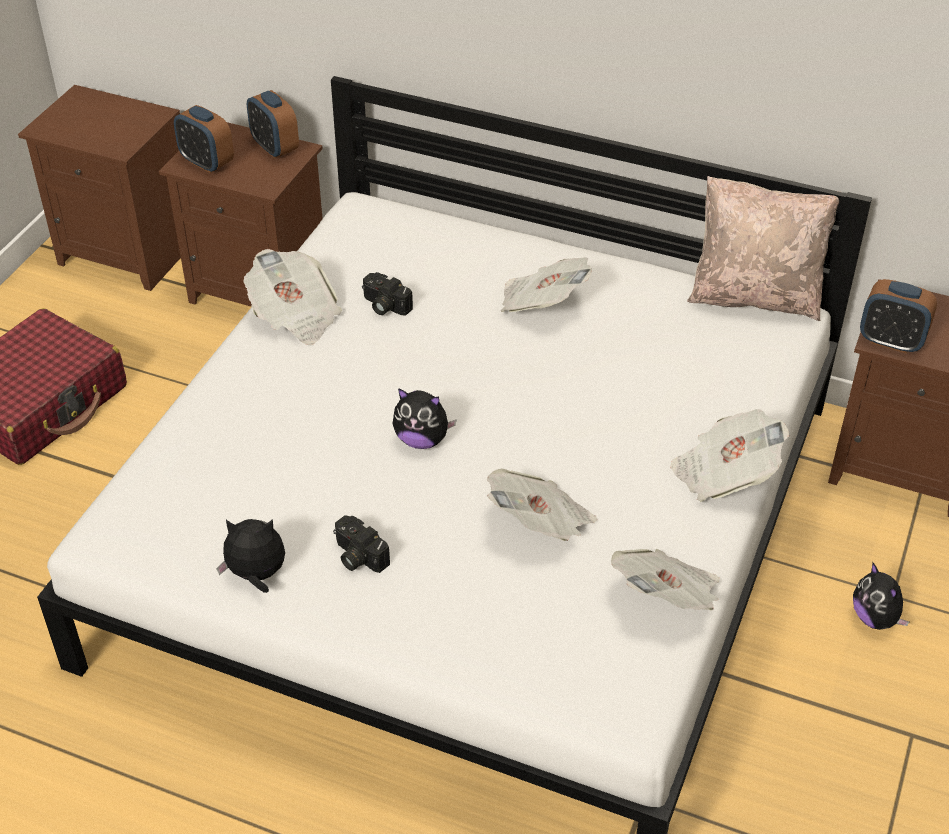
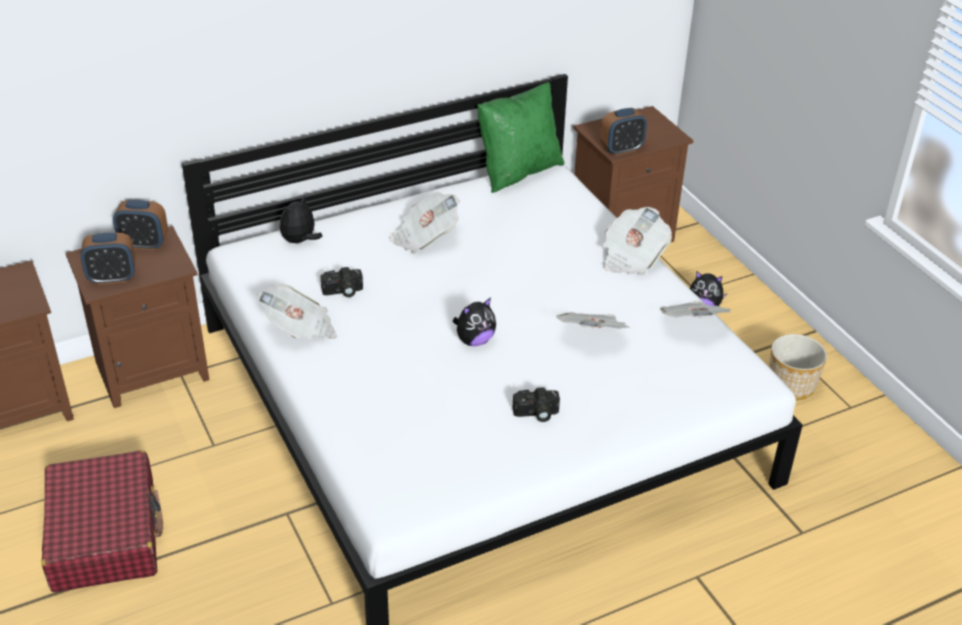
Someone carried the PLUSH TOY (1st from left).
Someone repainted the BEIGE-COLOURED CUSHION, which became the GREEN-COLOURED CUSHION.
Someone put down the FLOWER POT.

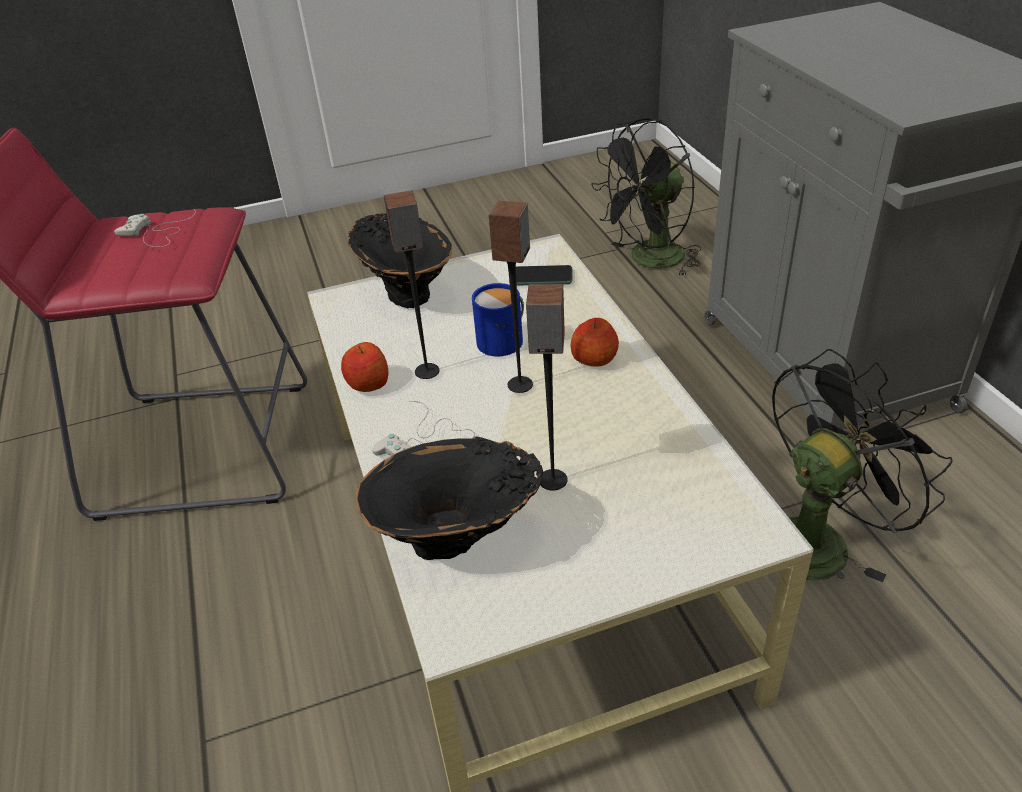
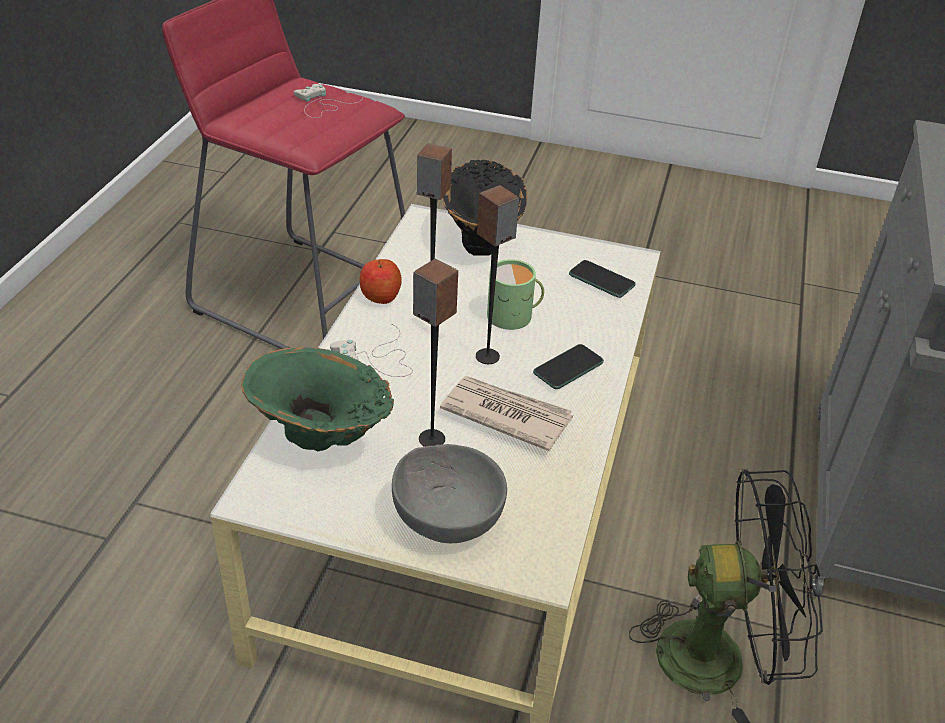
Someone repainted the BLACK FLOWER VASE (2nd from left), which became the GREEN-COLOURED FLOWER VASE.
Someone put down the GREYISH BOWL.
Someone put down the PRINTED PAPER.
Someone repainted the BLUISH MUG, which became the GREEN-COLOURED MUG.
Someone swapped the APPLE (2nd from left) for the HANDSET (1st from left).
Someone took away the BLACK FAN (1st from left).

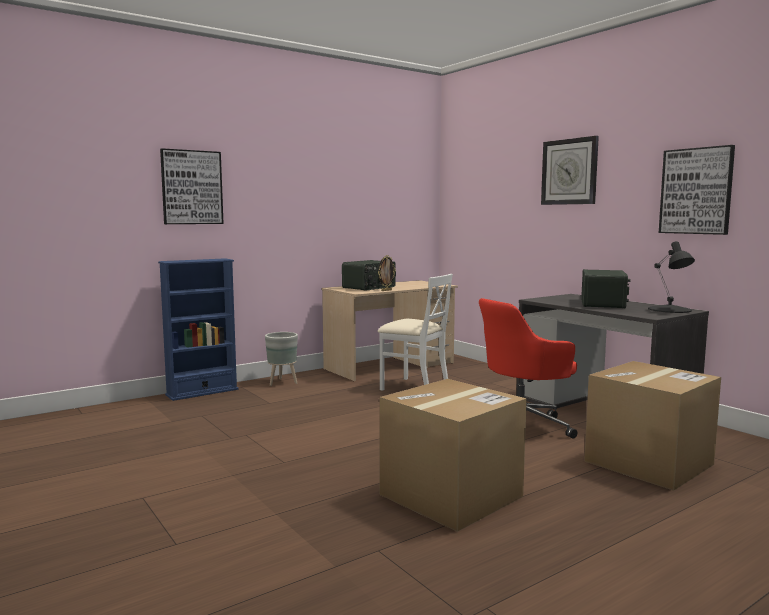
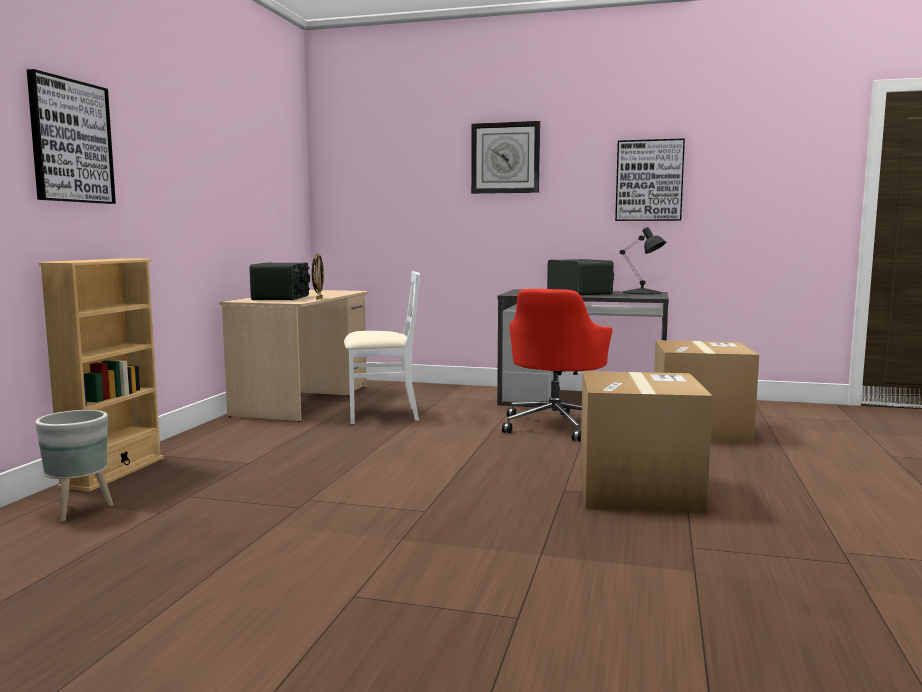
Someone carried the GREYISH FLOWER POT.
Someone repainted the BLUISH BOOKCASE, which became the BEIGE-COLOURED BOOKCASE.

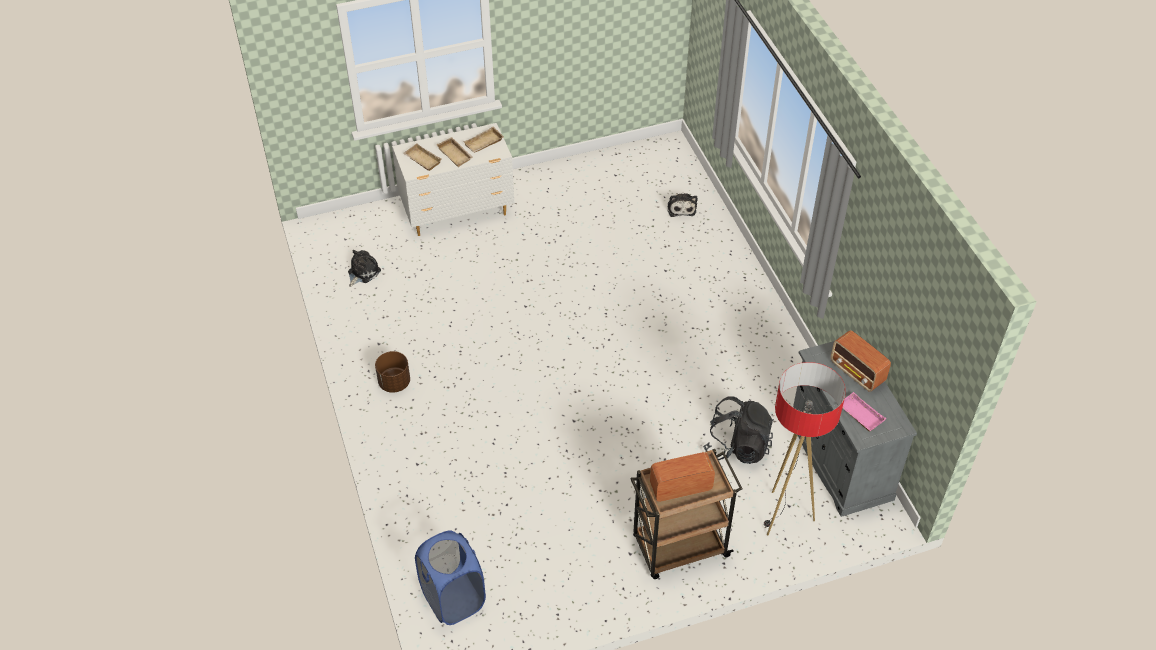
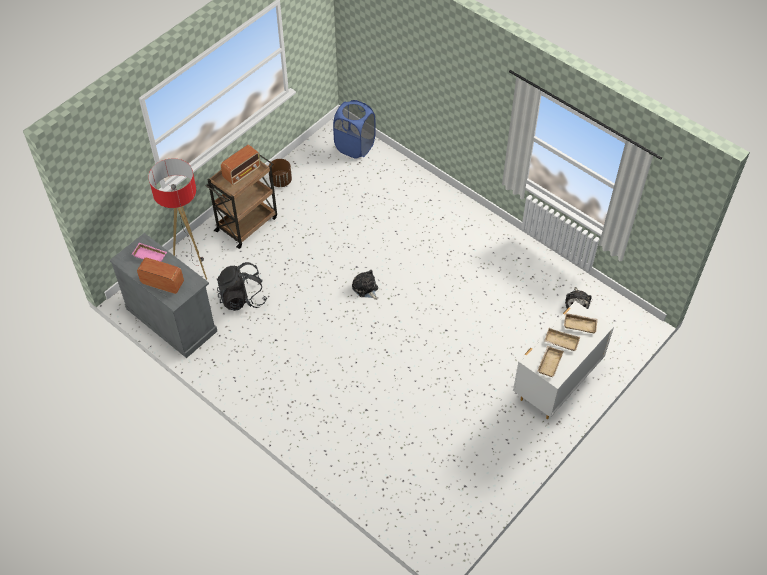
Someone carried the BROWNISH FLOWER POT.
Someone carried the PLUSH TOY (2nd from left in the first image).

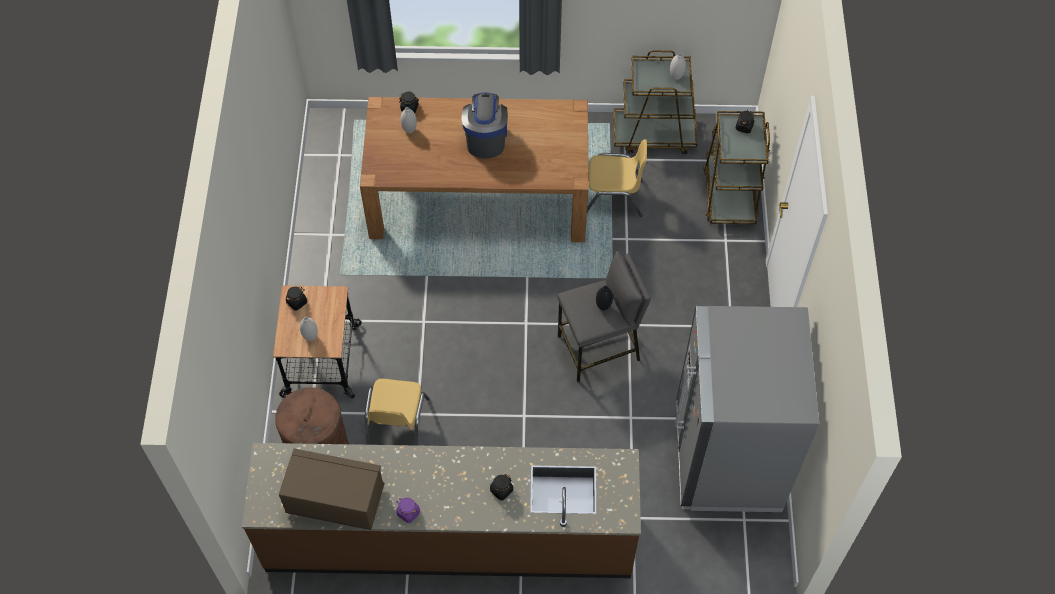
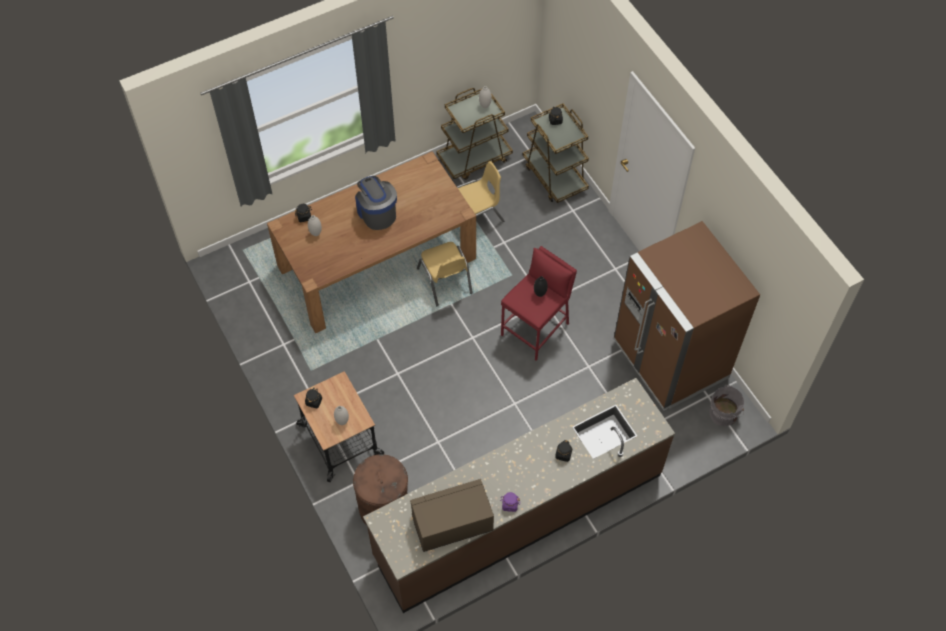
Someone carried the YELLOW CHAIR (1st from left).
Someone repainted the GREYISH STOOL SEAT, which became the RED-COLOURED STOOL SEAT.
Someone repainted the GREYISH FRIDGE, which became the BROWNISH FRIDGE.
Someone put down the GREYISH WATER BUCKET.

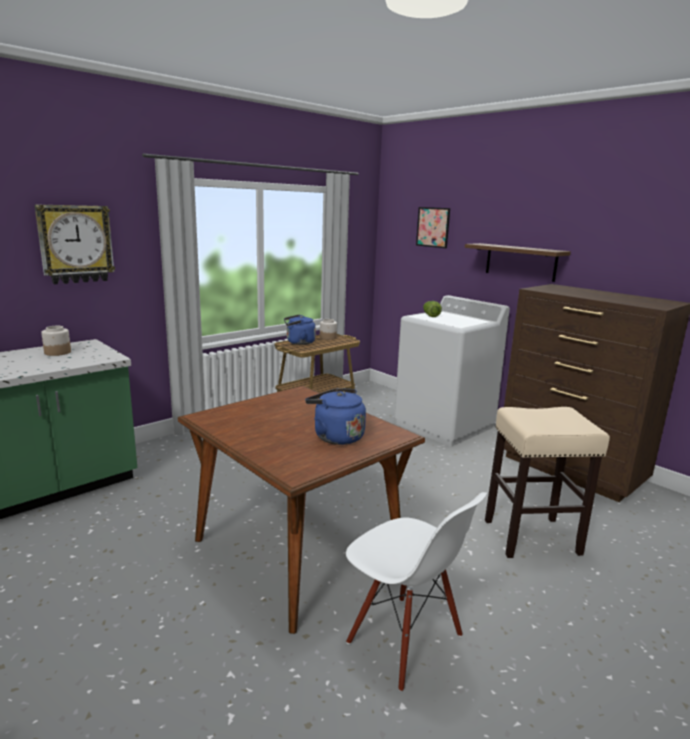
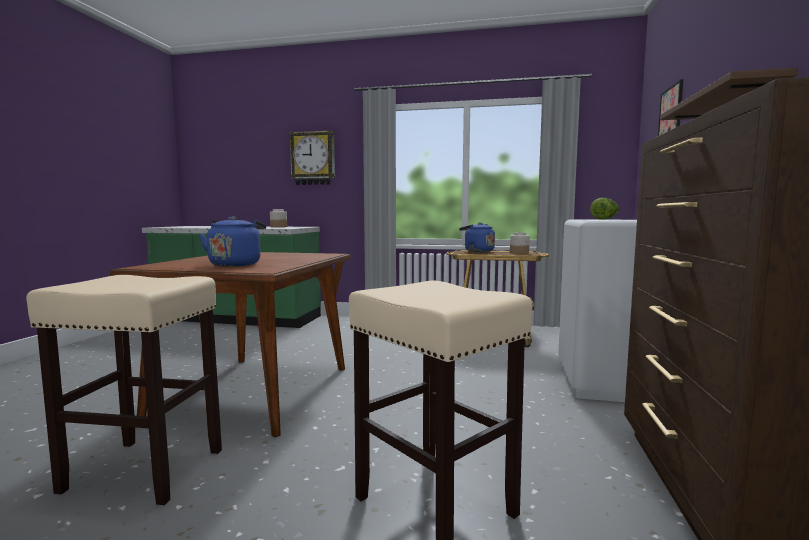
Someone swapped the WHITE-COLOURED CHAIR for the BEIGE-COLOURED STOOL SEAT (1st from left).

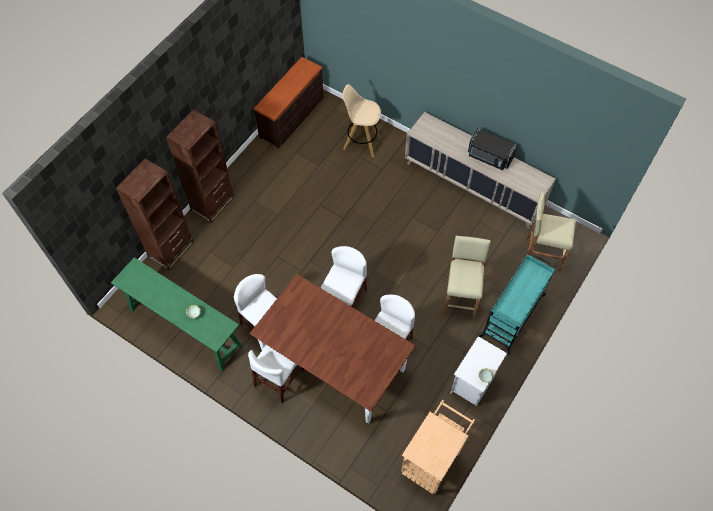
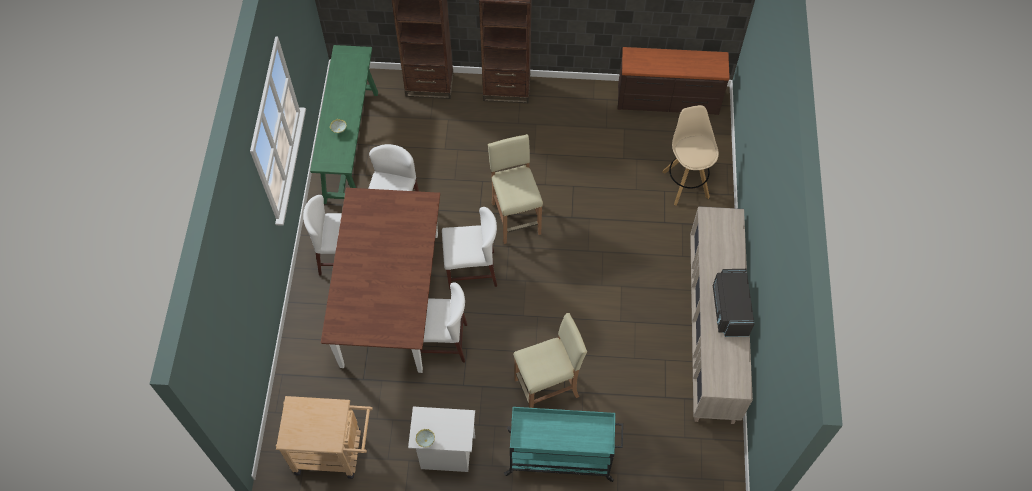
Someone carried the BEIGE-COLOURED STOOL SEAT (3rd from left in the first image).

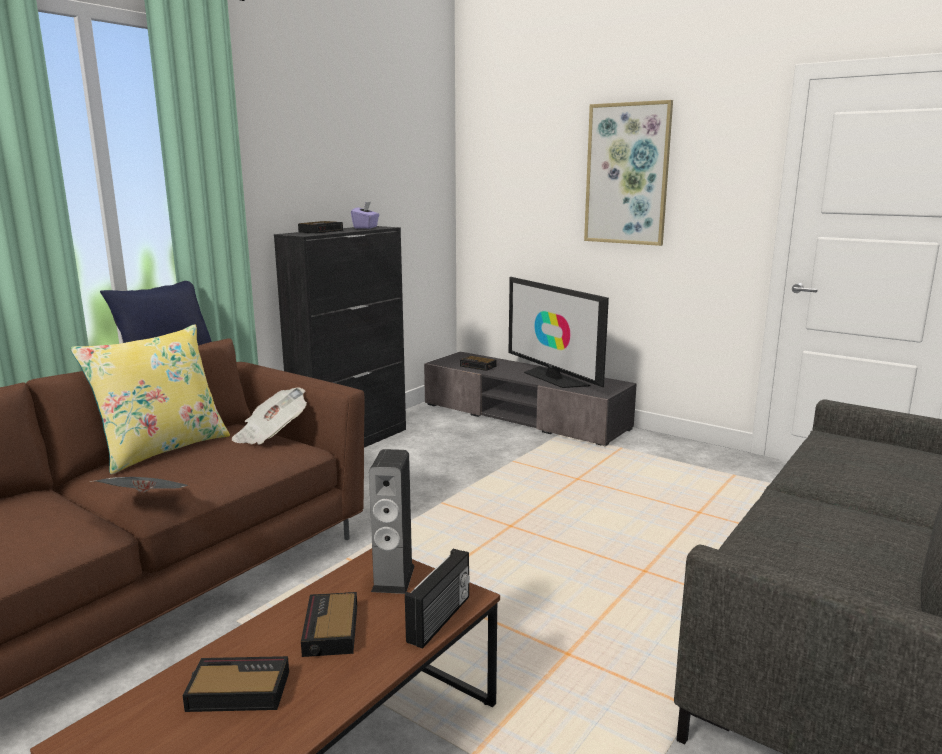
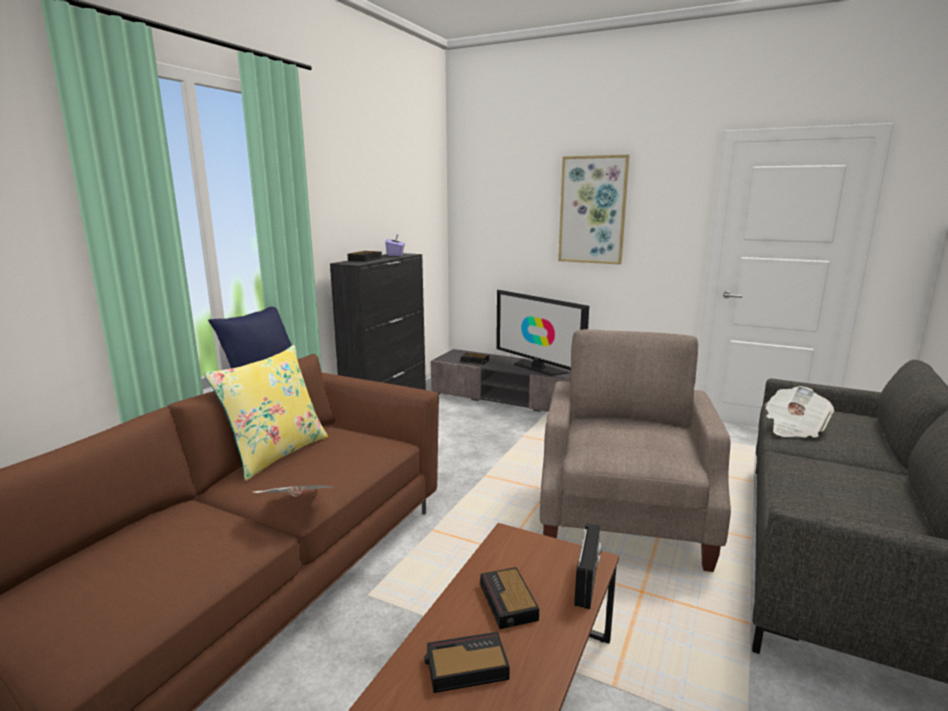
Someone put down the BEIGE-COLOURED EASY CHAIR.
Someone carried the PRINTED PAPER (2nd from left).
Someone took away the AUDIO SPEAKER.

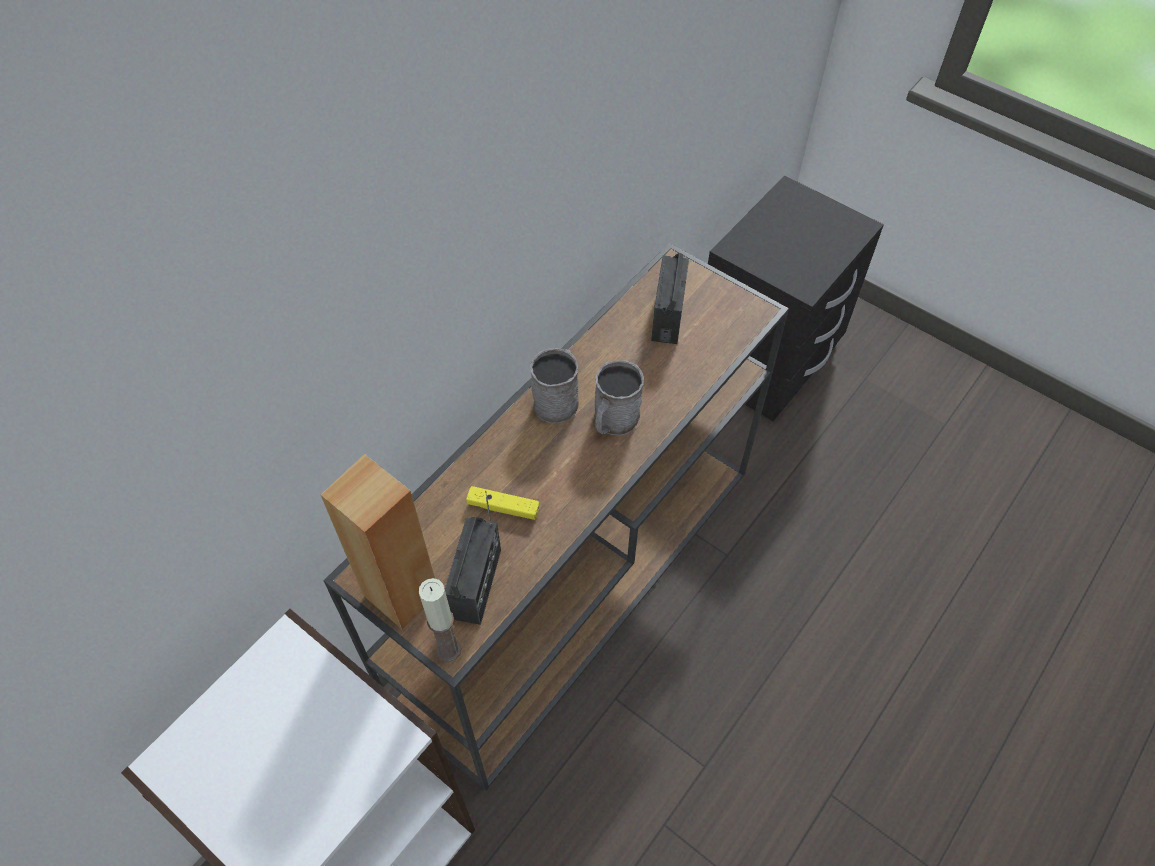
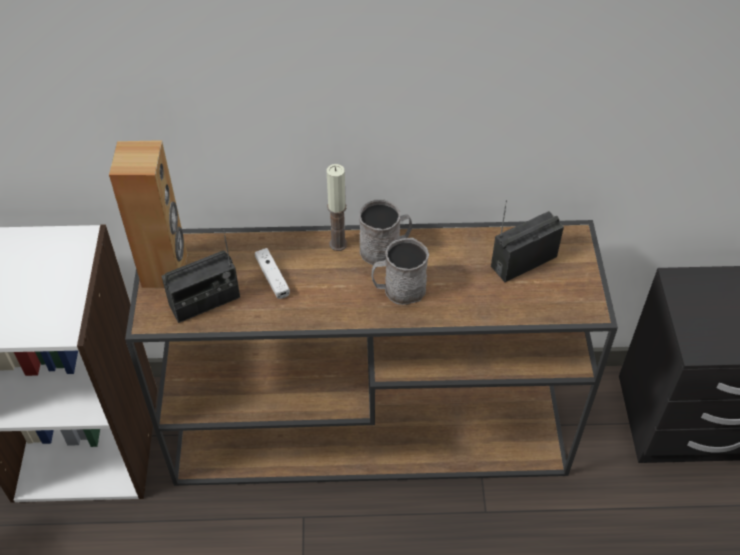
Someone repainted the YELLOW JOYPAD, which became the WHITE-COLOURED JOYPAD.
Someone carried the CANDLE.

